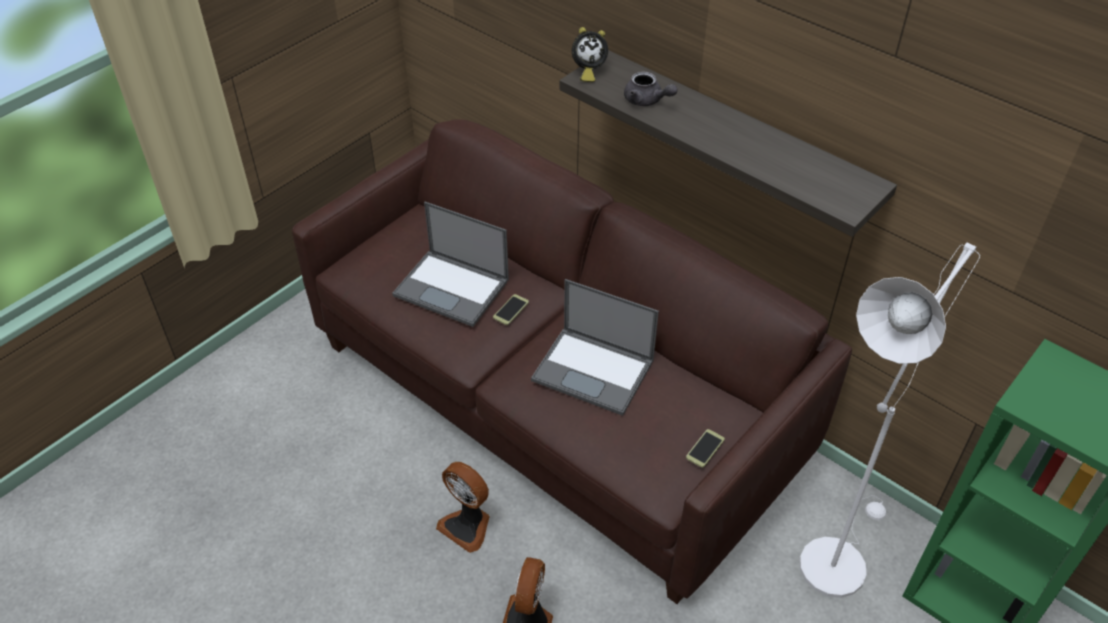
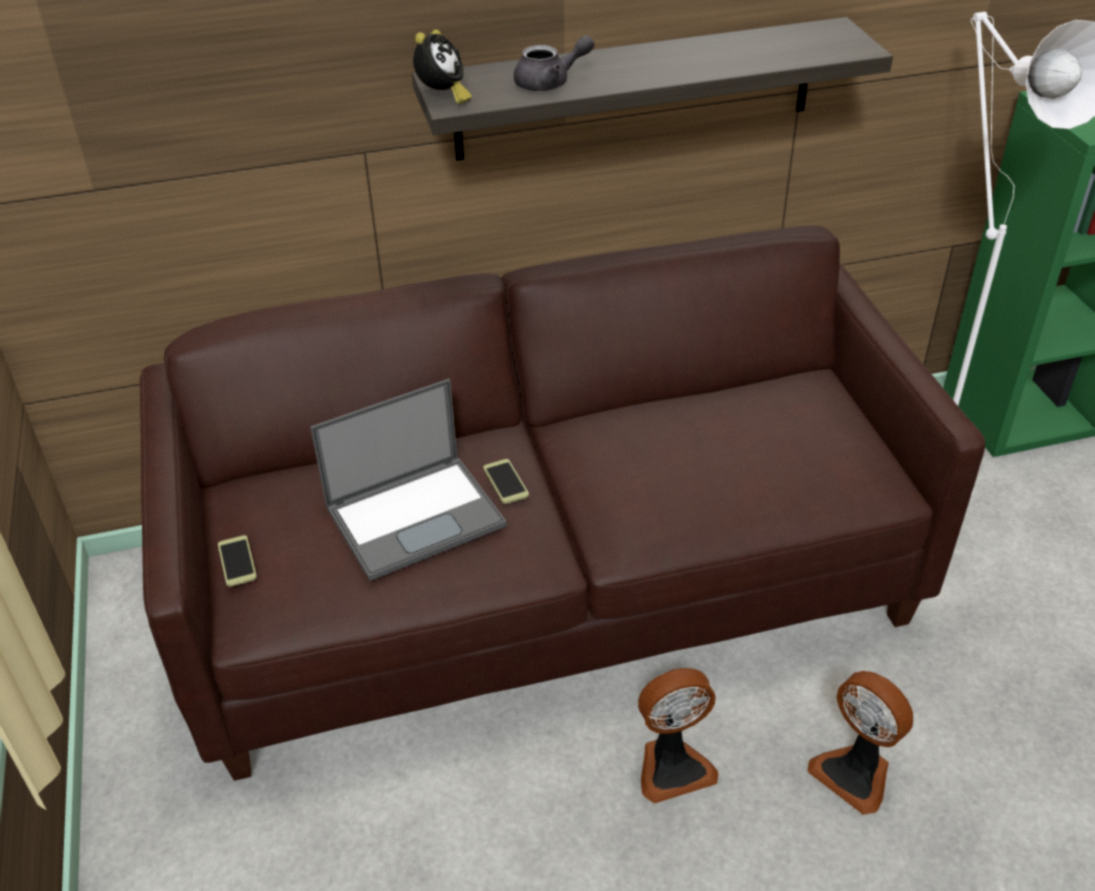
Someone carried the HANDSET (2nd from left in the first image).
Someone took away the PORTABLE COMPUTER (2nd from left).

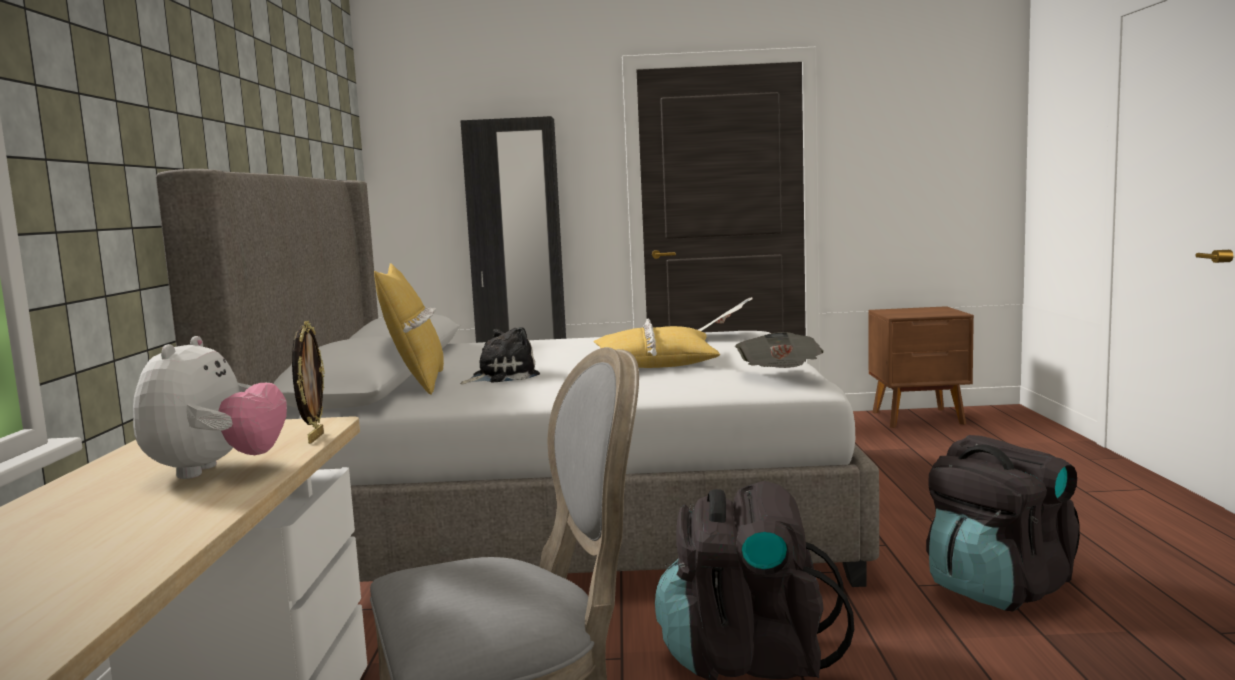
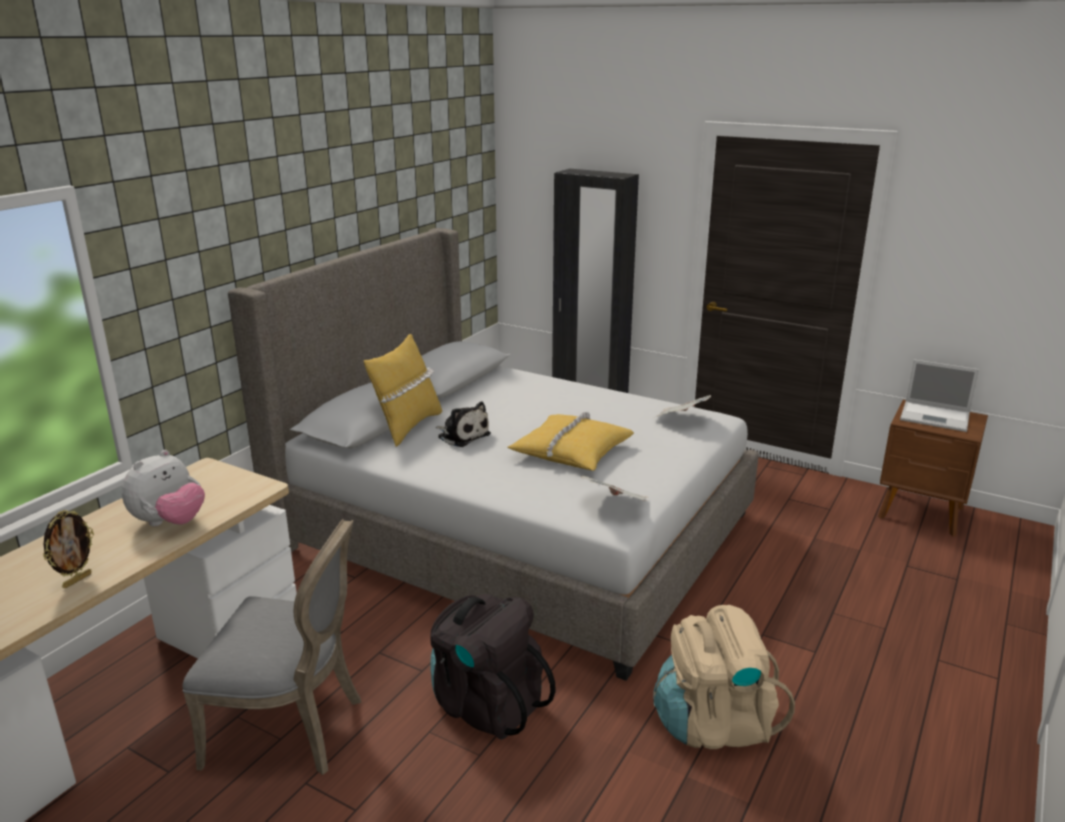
Someone carried the STANDING FRAME.
Someone rotated the PLUSH TOY (2nd from left) by 45 degrees clockwise.
Someone repainted the BLACK RUCKSACK (2nd from left), which became the BEIGE-COLOURED RUCKSACK.
Someone put down the PORTABLE COMPUTER.

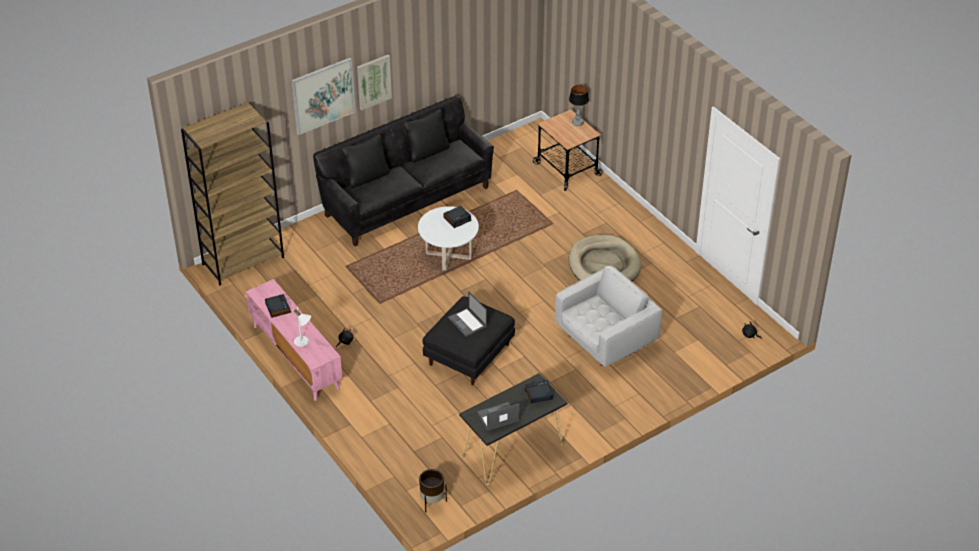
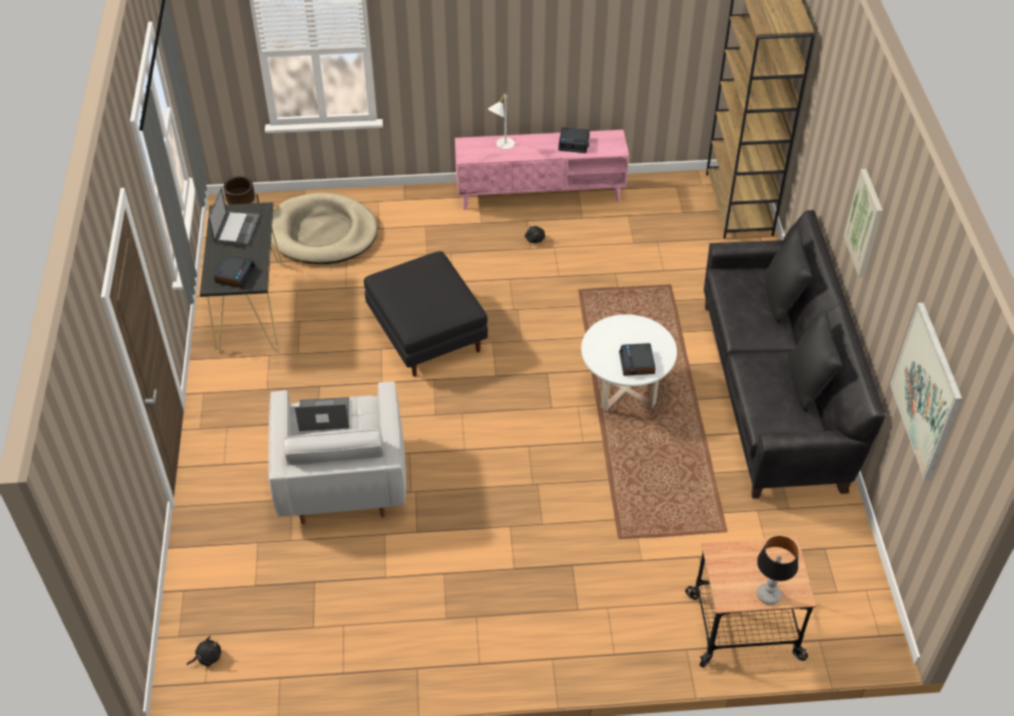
Someone carried the BEIGE-COLOURED PET BED.
Someone carried the PORTABLE COMPUTER (1st from left in the first image).
Someone carried the WALL PICTURE (1st from left in the first image).

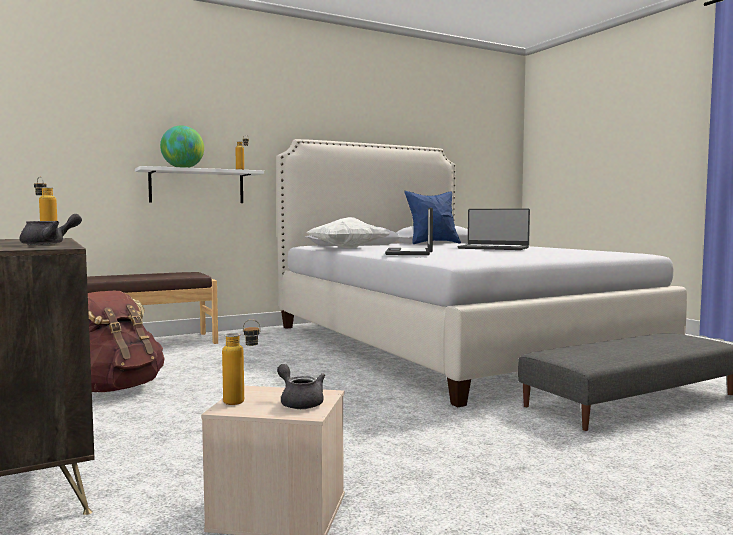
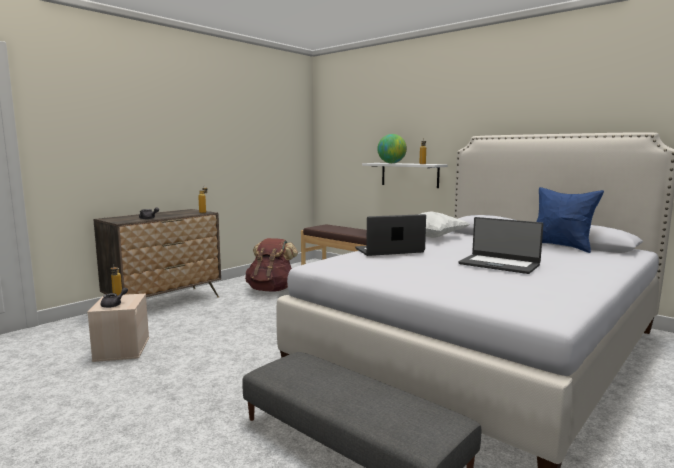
Someone rotated the PORTABLE COMPUTER (2nd from left) by 60 degrees counterclockwise.

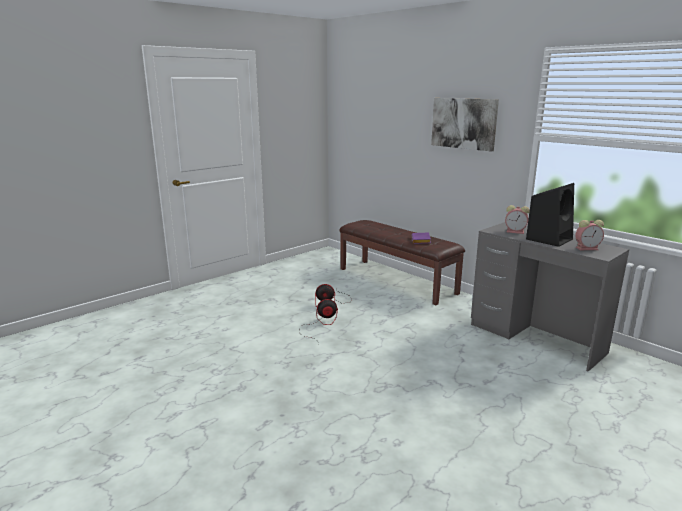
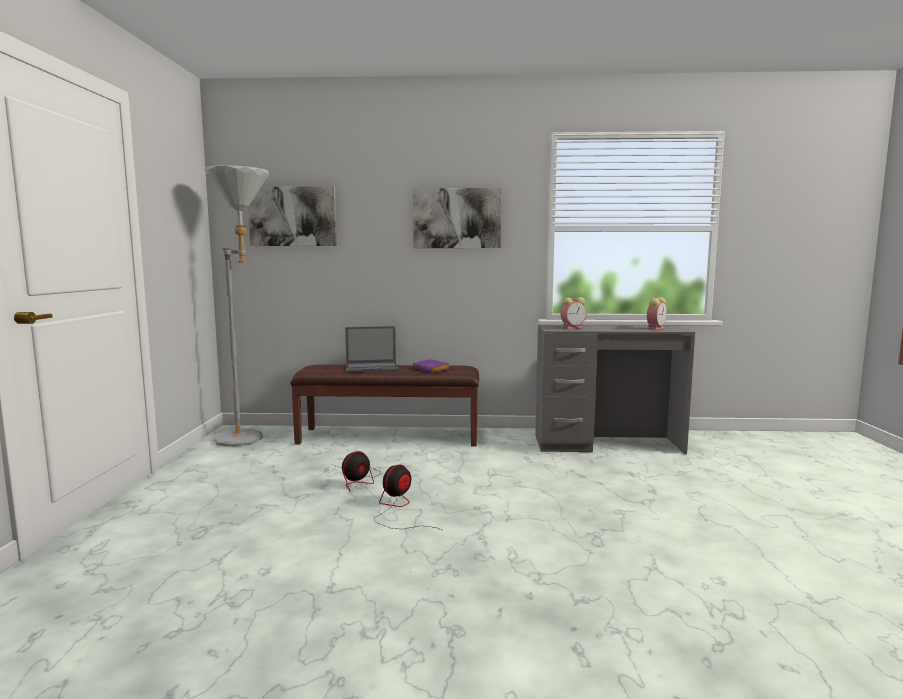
Someone put down the GREYISH STANDARD LAMP.
Someone put up the WALL PICTURE (1st from left).
Someone put down the PORTABLE COMPUTER.
Someone took away the BLACK AUDIO SPEAKER.

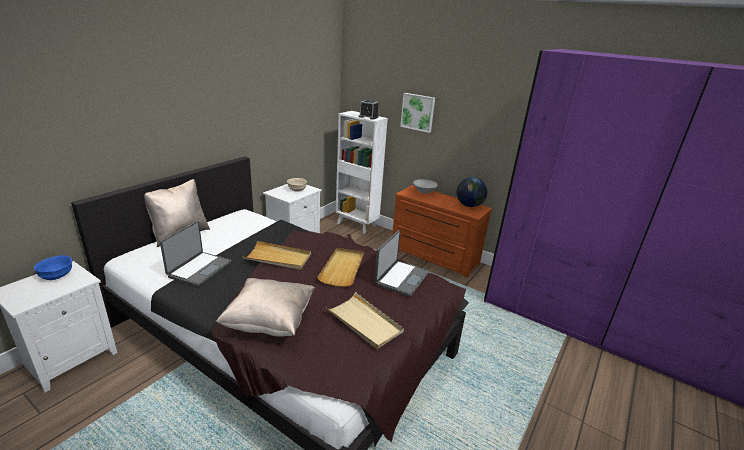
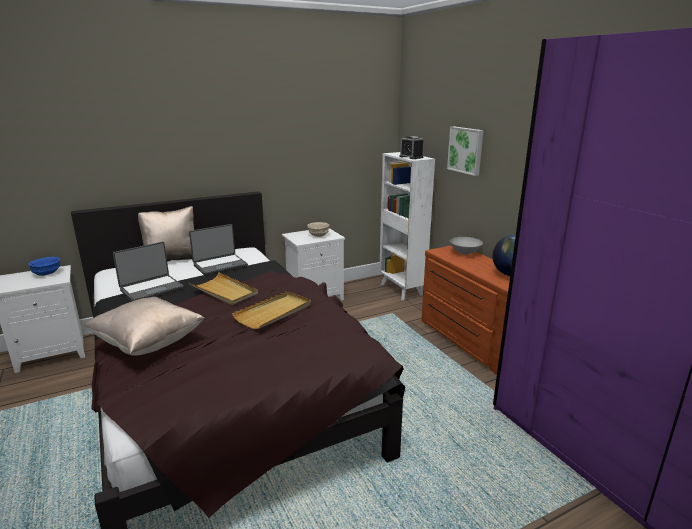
Someone carried the PORTABLE COMPUTER (2nd from left).
Someone took away the BEIGE-COLOURED CARRYING TRAY (3rd from left).

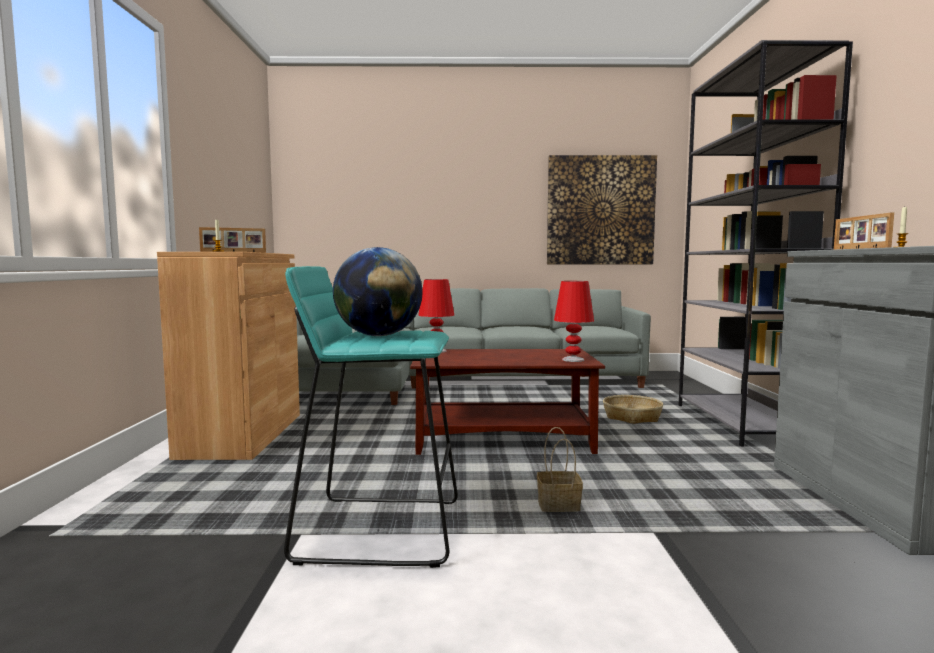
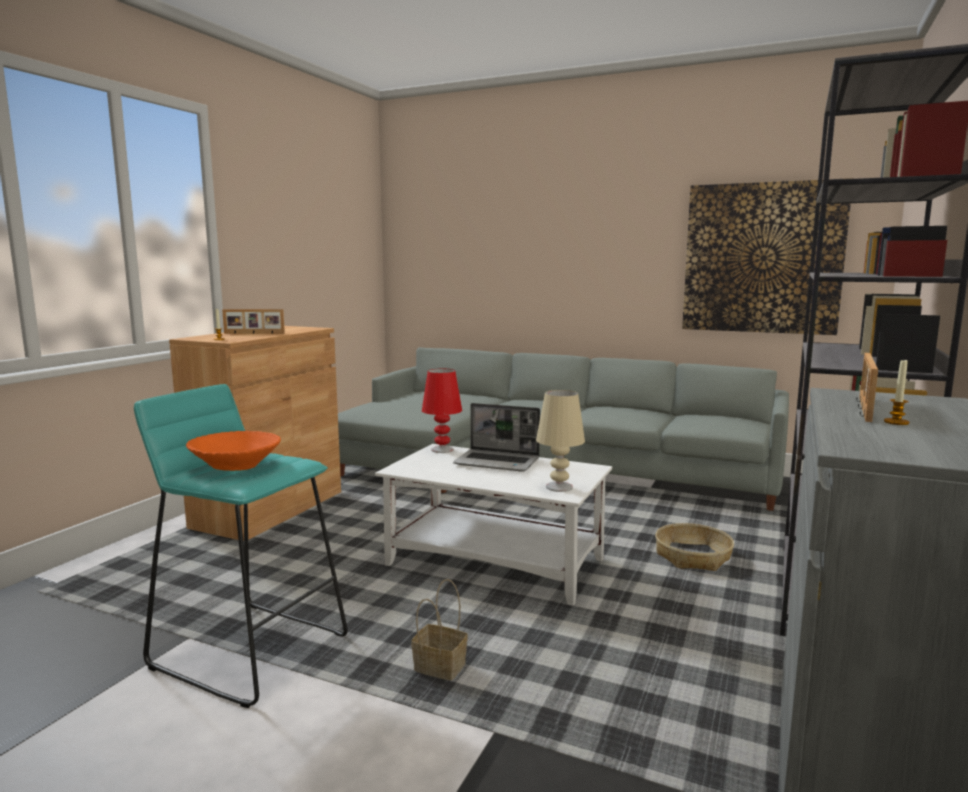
Someone swapped the DESK GLOBE for the ORANGE BOWL.
Someone repainted the BROWNISH LOW TABLE, which became the WHITE-COLOURED LOW TABLE.
Someone put down the PORTABLE COMPUTER.
Someone repainted the RED-COLOURED LAMP FOR A TABLE (2nd from left), which became the BEIGE-COLOURED LAMP FOR A TABLE.

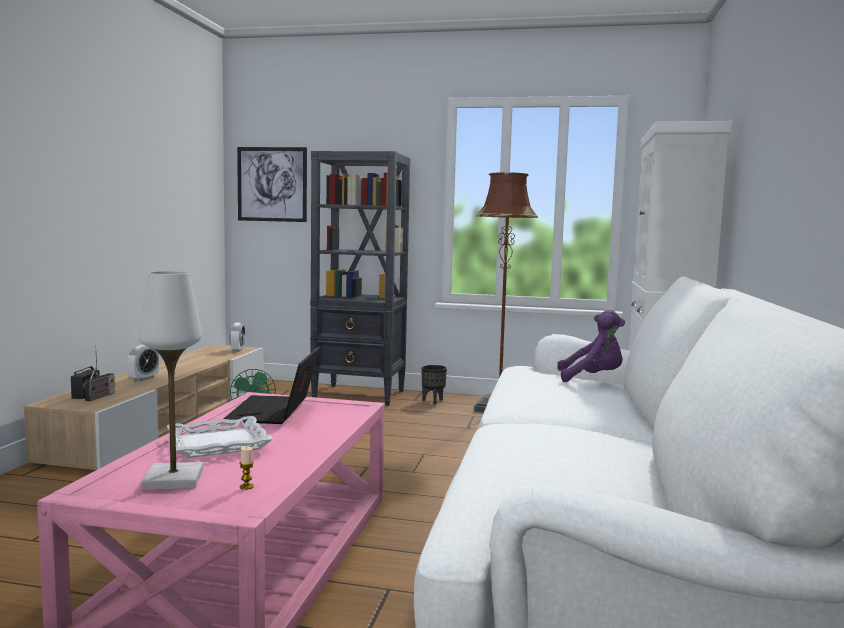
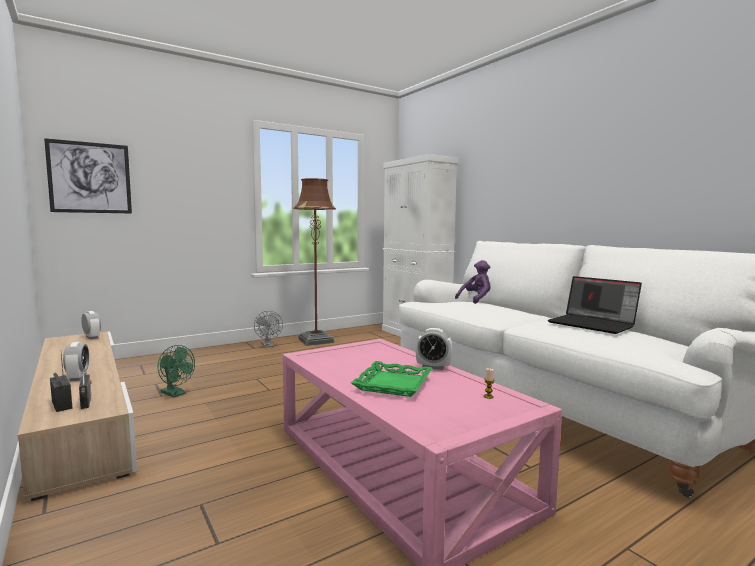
Someone swapped the BLACK FLOWER POT for the GREYISH FAN.
Someone repainted the WHITE-COLOURED CARRYING TRAY, which became the GREEN-COLOURED CARRYING TRAY.
Someone put down the BEDSIDE CLOCK (3rd from left).
Someone carried the PORTABLE COMPUTER.
Someone took away the WHITE-COLOURED LAMP FOR A TABLE.
Someone took away the BLACK BOOKCASE.

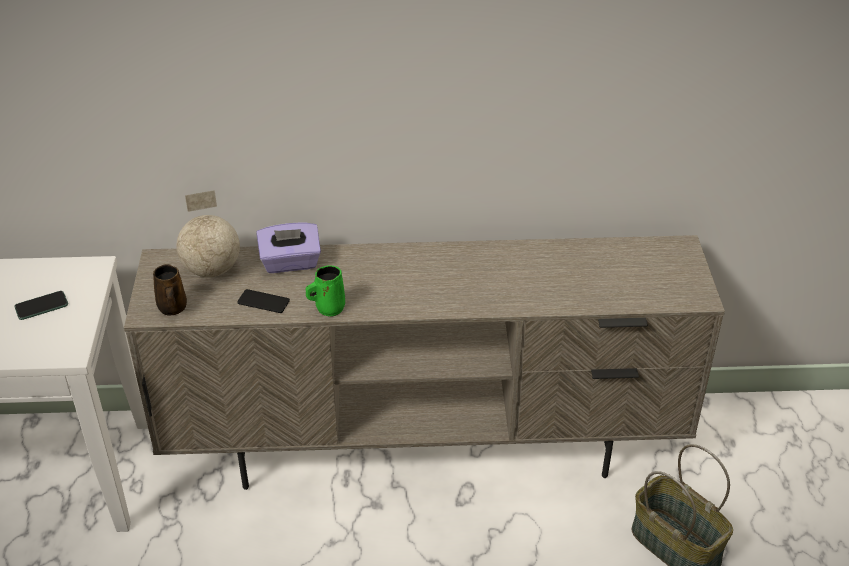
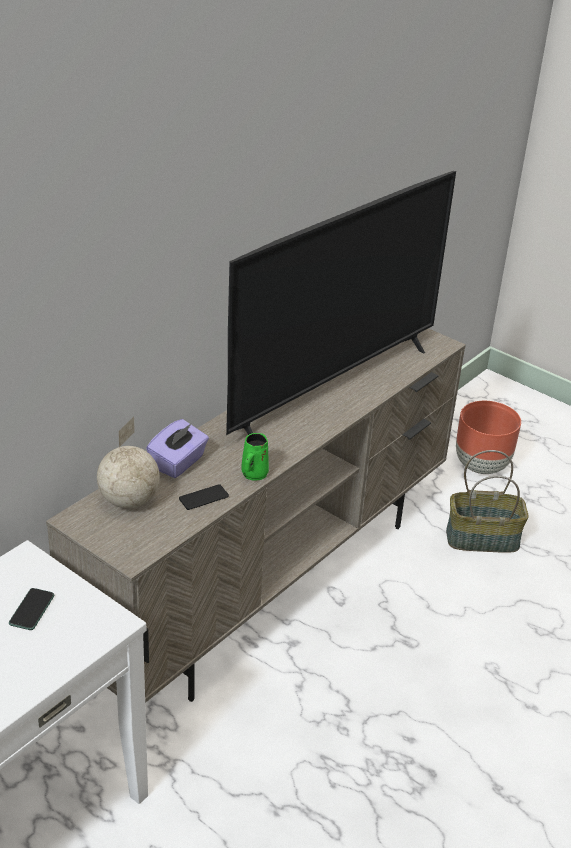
Someone put down the TV.
Someone put down the BROWNISH FLOWER POT.
Someone took away the BROWNISH MUG.

